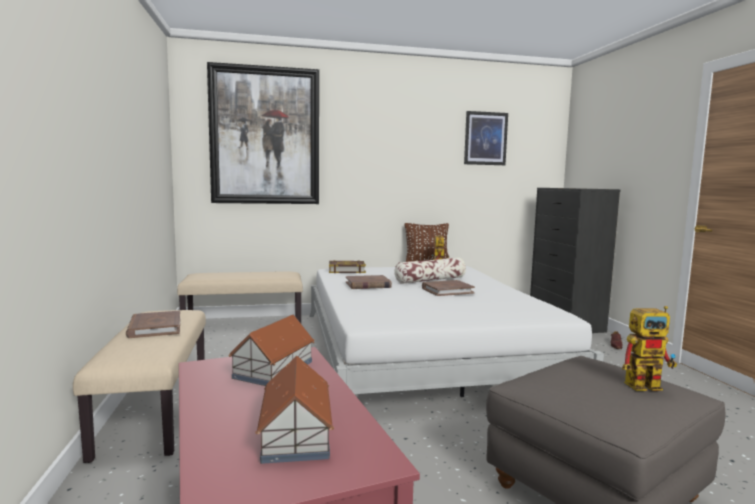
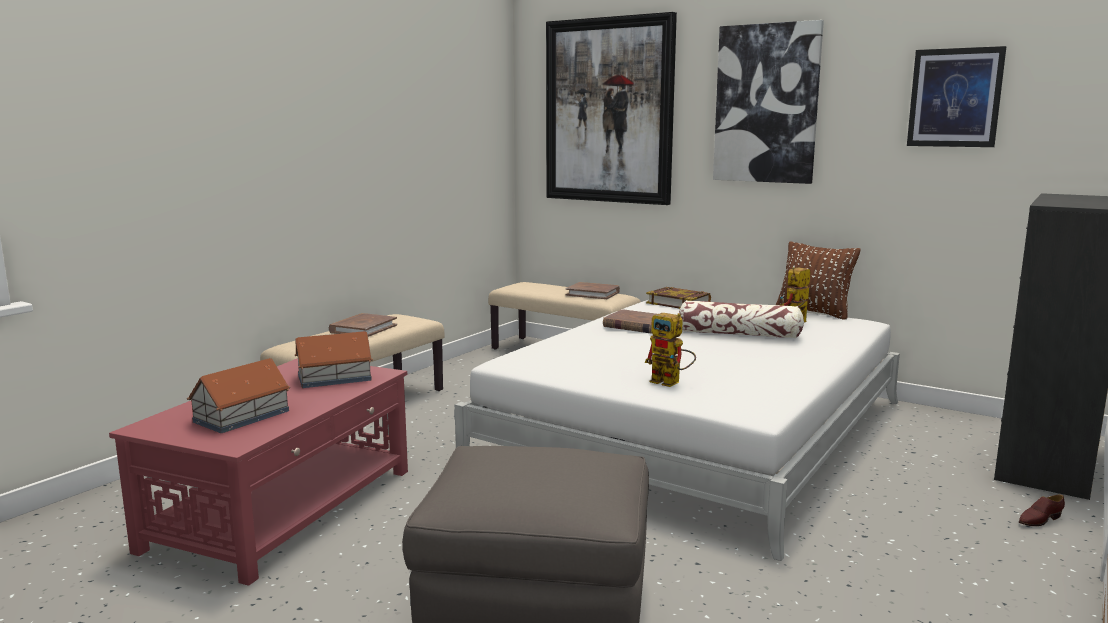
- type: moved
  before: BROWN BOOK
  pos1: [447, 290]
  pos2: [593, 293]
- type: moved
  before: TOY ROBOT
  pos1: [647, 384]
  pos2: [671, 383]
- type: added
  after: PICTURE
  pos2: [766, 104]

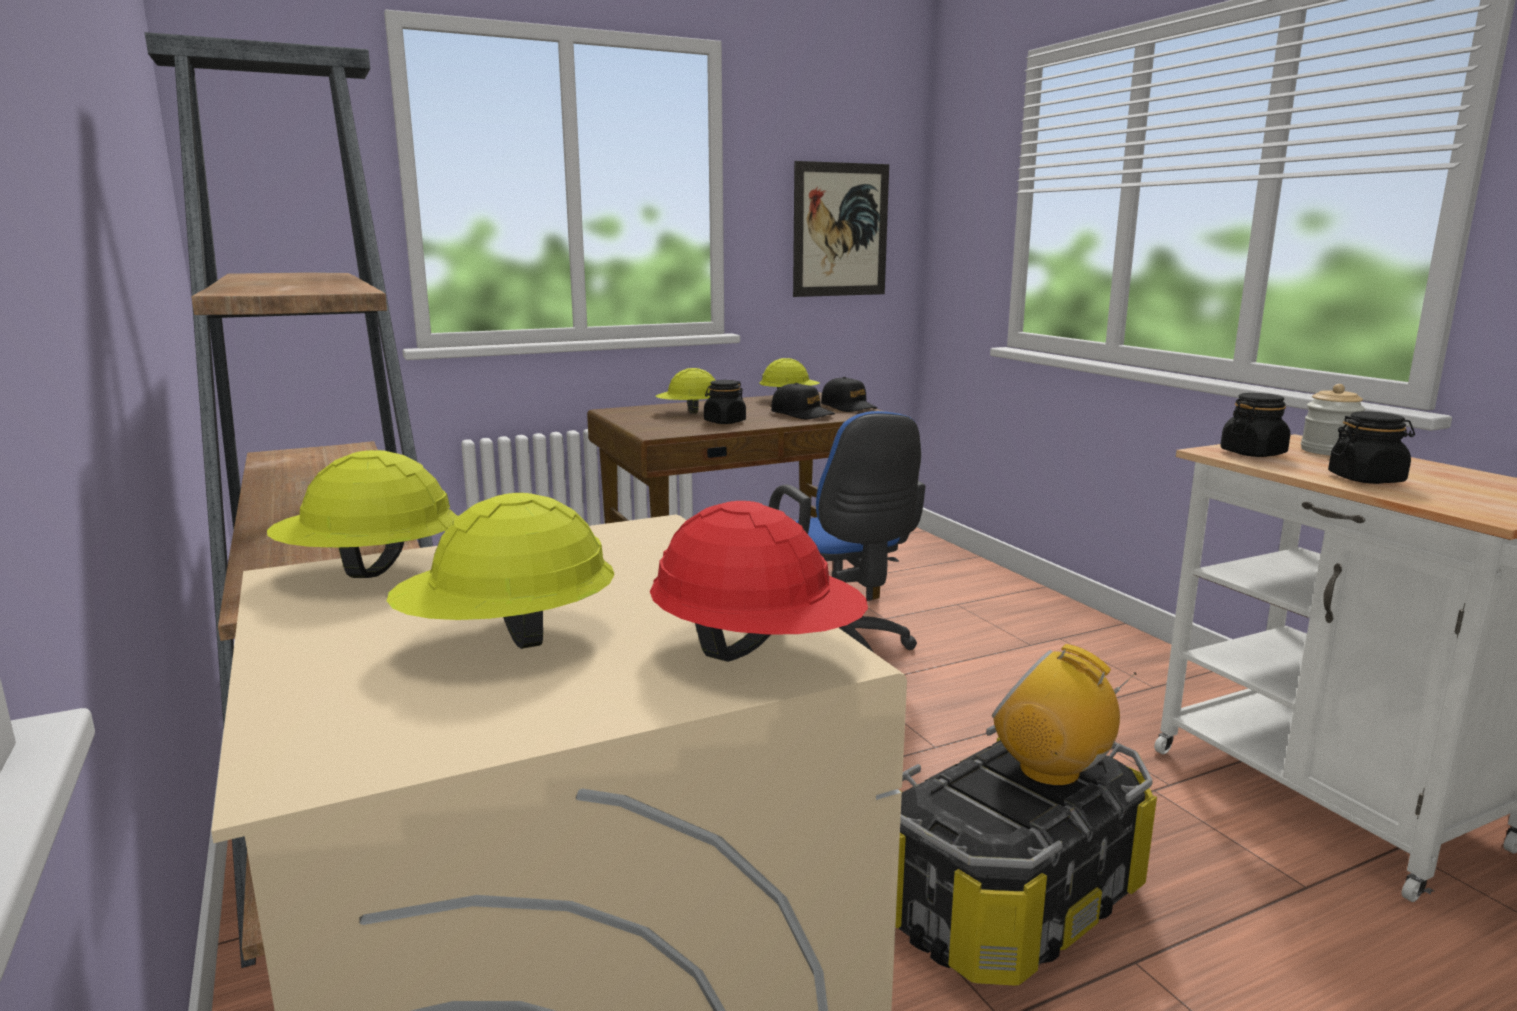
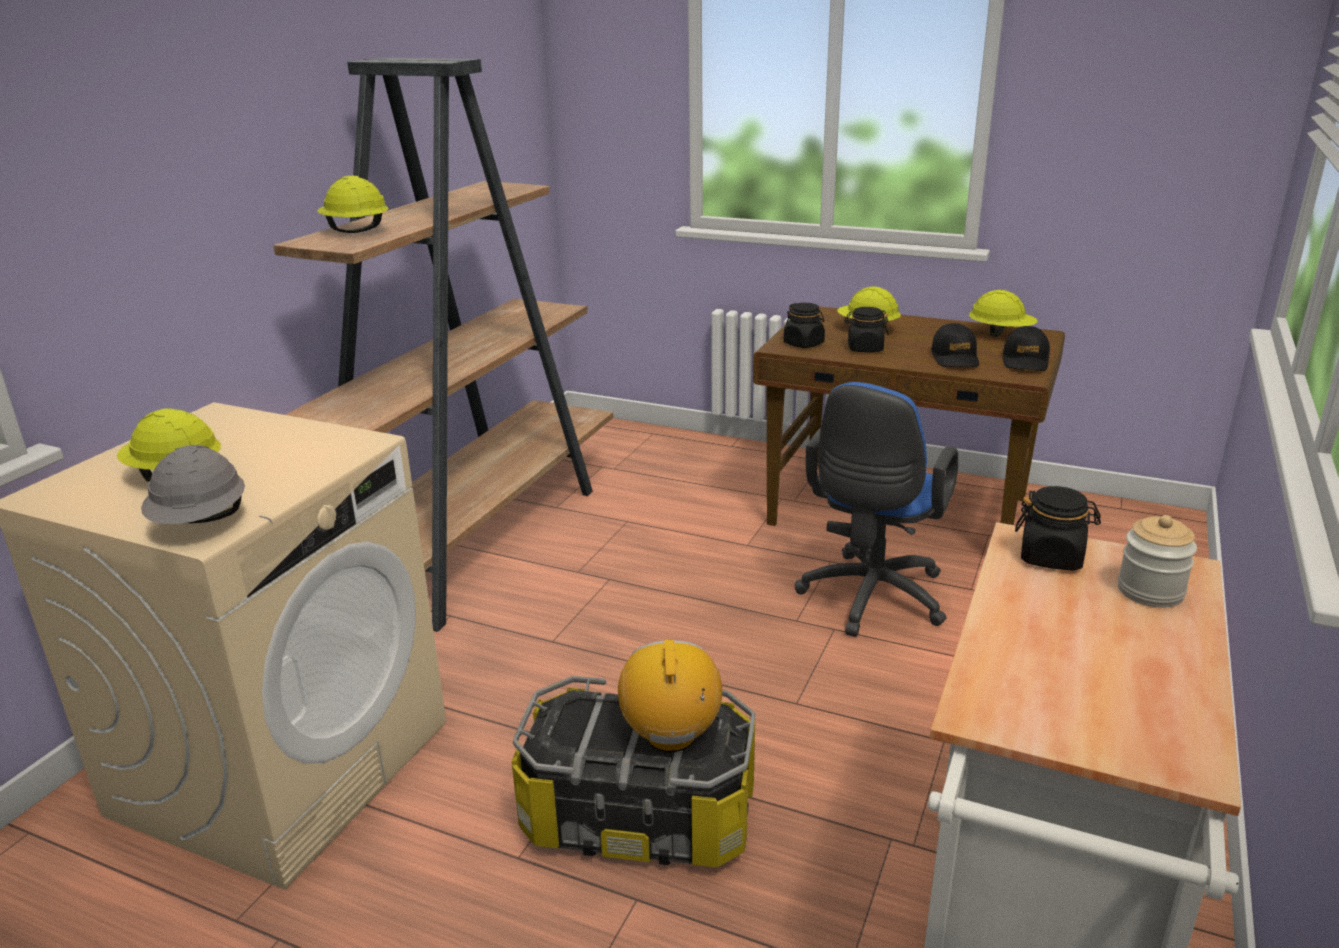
- type: recoloured
  before: RED HARD HAT
  after: GREY HARD HAT
  pos1: [757, 649]
  pos2: [201, 523]
- type: moved
  before: YELLOW HARD HAT
  pos1: [369, 570]
  pos2: [355, 231]
- type: moved
  before: BLACK JAR
  pos1: [1366, 479]
  pos2: [804, 344]
- type: removed
  before: PICTURE
  pos1: [840, 230]

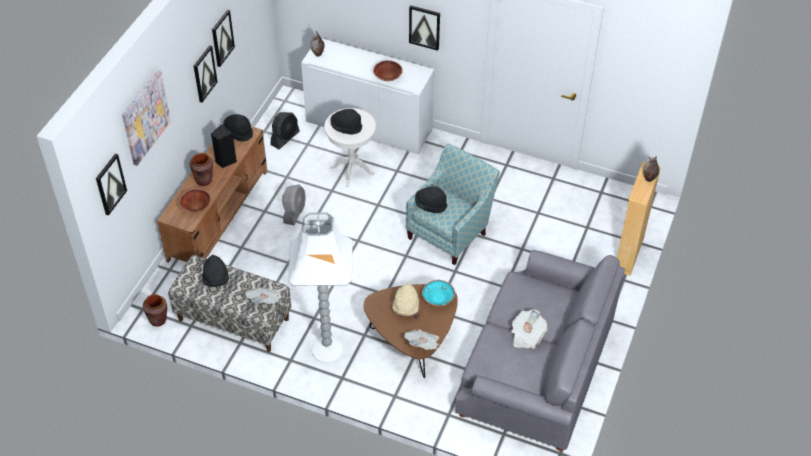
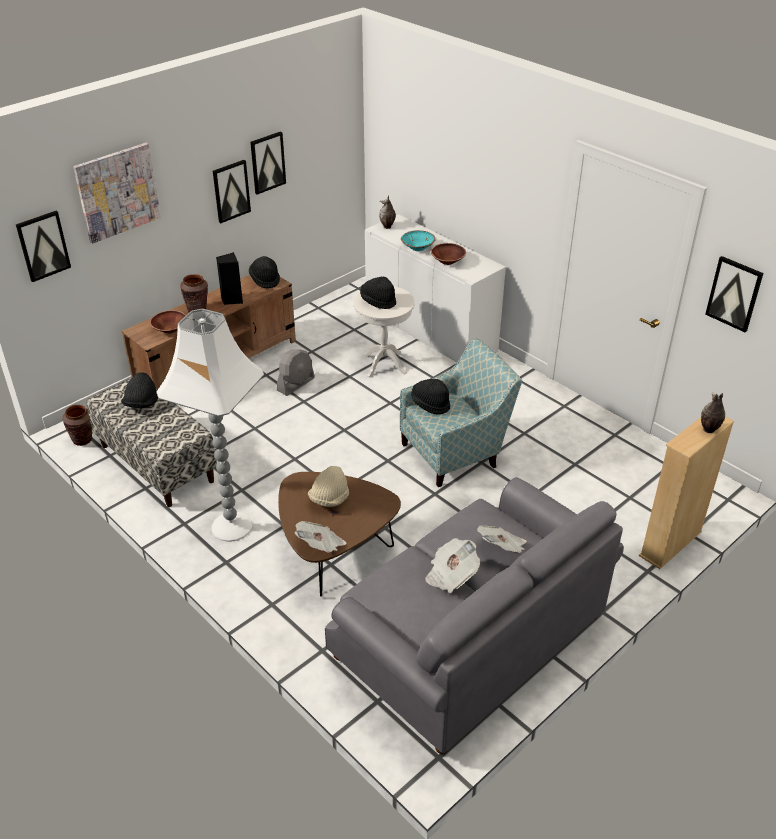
- type: moved
  before: TURQUOISE BOWL
  pos1: [438, 299]
  pos2: [418, 248]
- type: moved
  before: NEWSPAPER
  pos1: [265, 301]
  pos2: [502, 548]
- type: moved
  before: PICTURE
  pos1: [424, 27]
  pos2: [734, 293]
- type: removed
  before: BLACK FAN
  pos1: [285, 138]

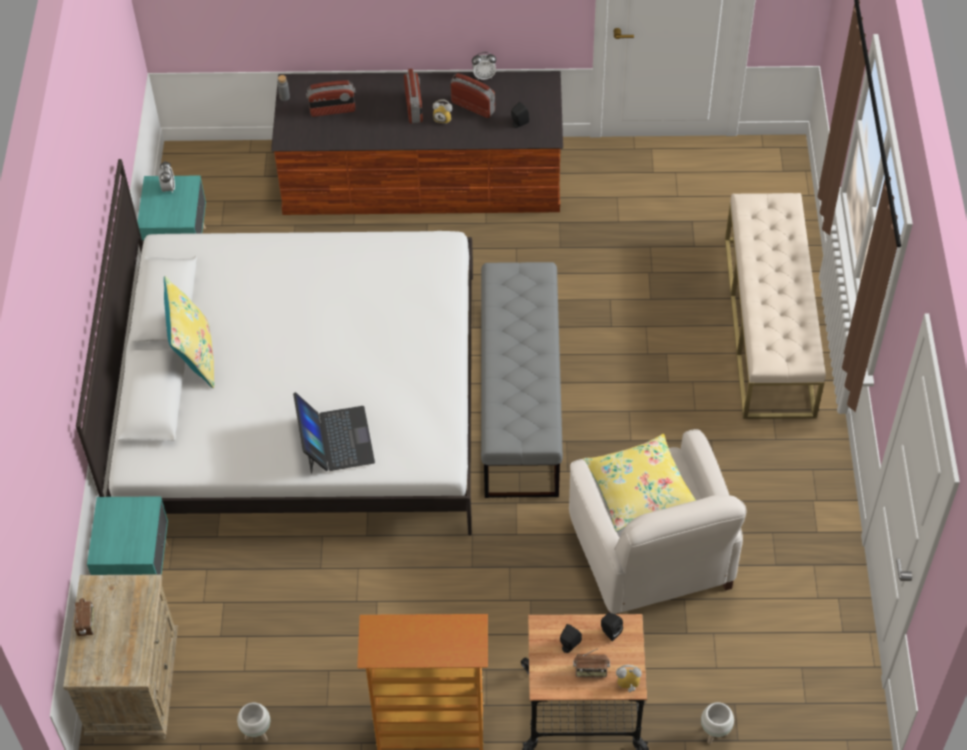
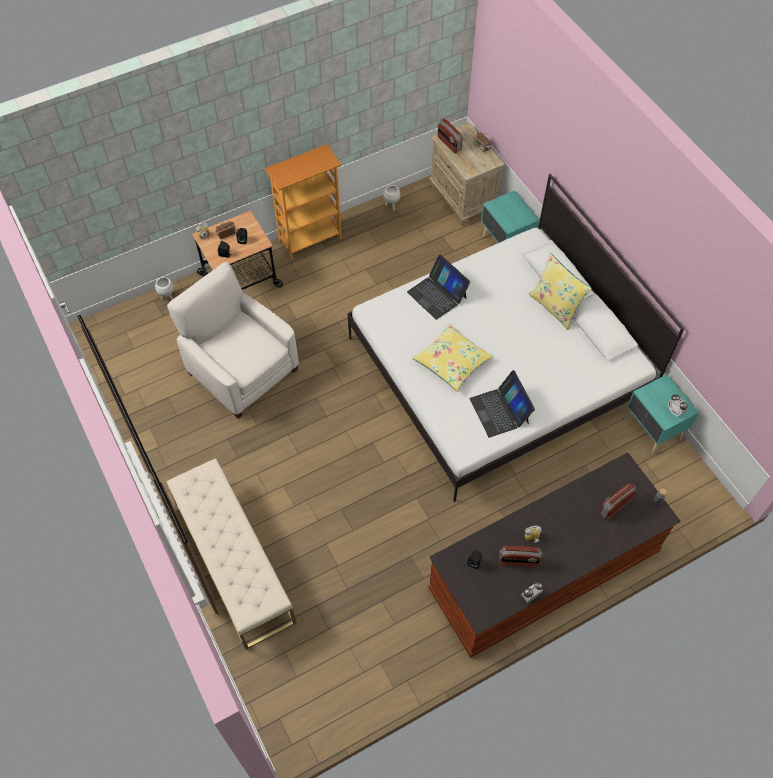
- type: moved
  before: YELLOW PILLOW
  pos1: [639, 489]
  pos2: [452, 362]
- type: moved
  before: RADIO
  pos1: [414, 108]
  pos2: [449, 144]
- type: added
  after: LAPTOP
  pos2: [500, 411]
- type: removed
  before: GREY BENCH
  pos1: [520, 398]

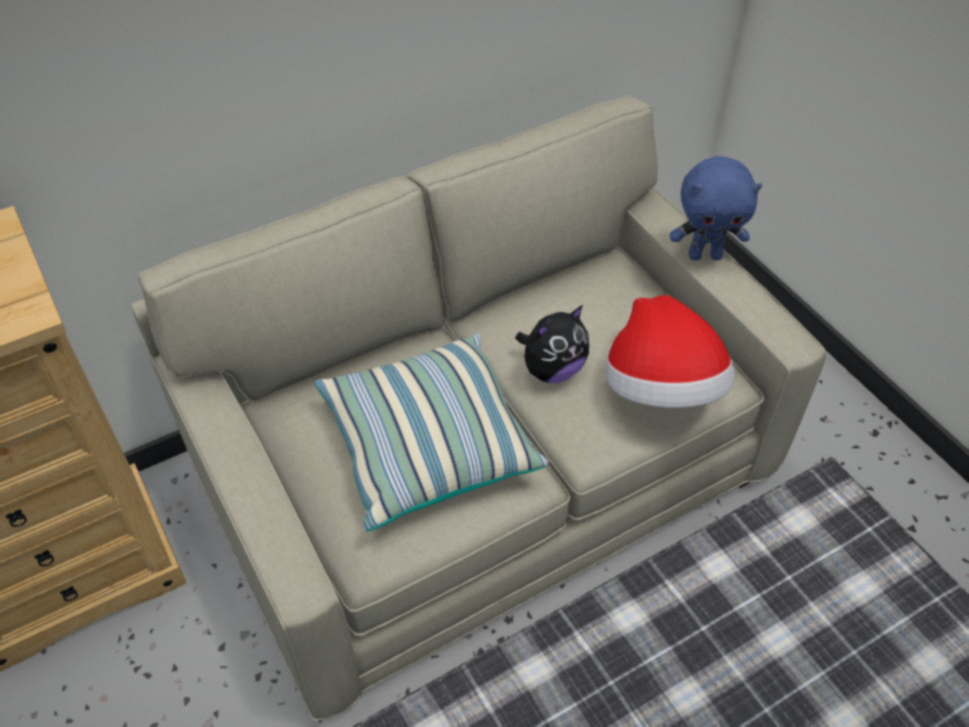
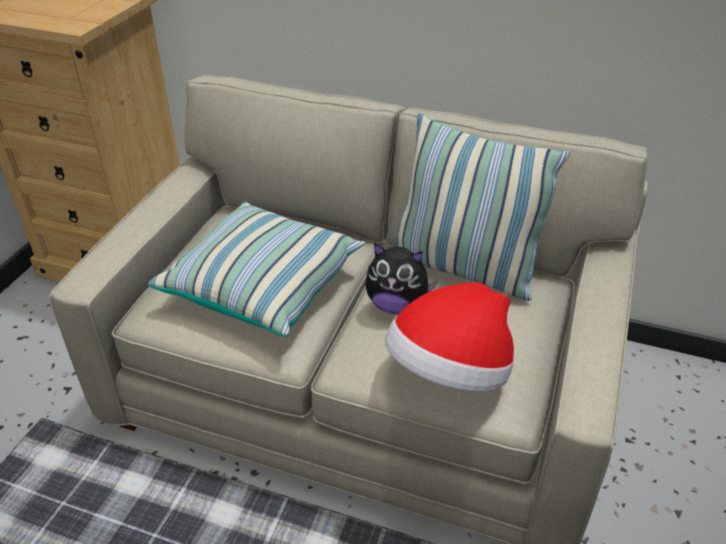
- type: added
  after: PILLOW
  pos2: [463, 269]
- type: removed
  before: BLUE PLUSH TOY
  pos1: [705, 255]

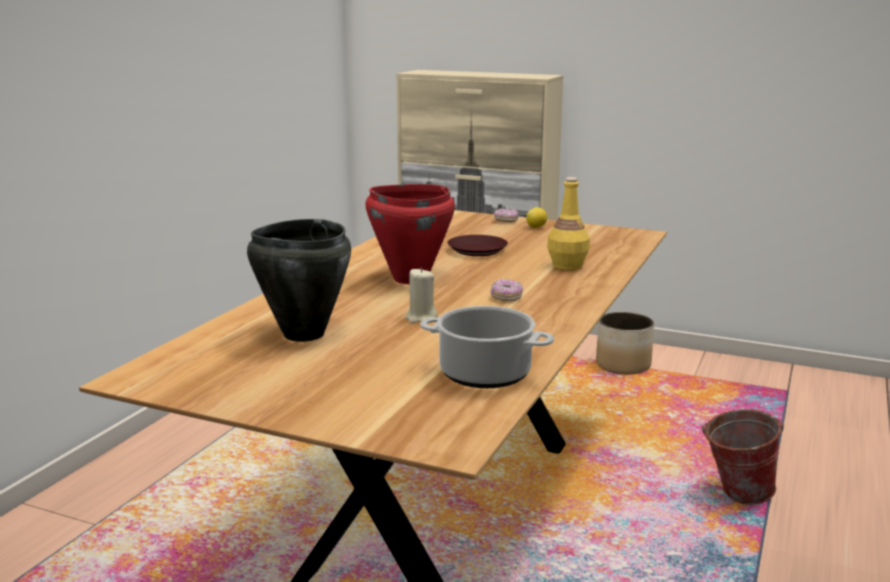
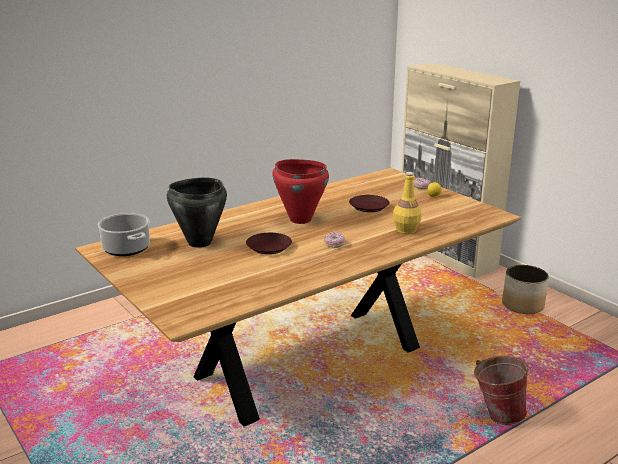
- type: moved
  before: COOKING POT
  pos1: [483, 374]
  pos2: [126, 248]
- type: replaced
  before: BEIGE CANDLE
  after: BROWN PLATE
  pos1: [421, 318]
  pos2: [269, 247]

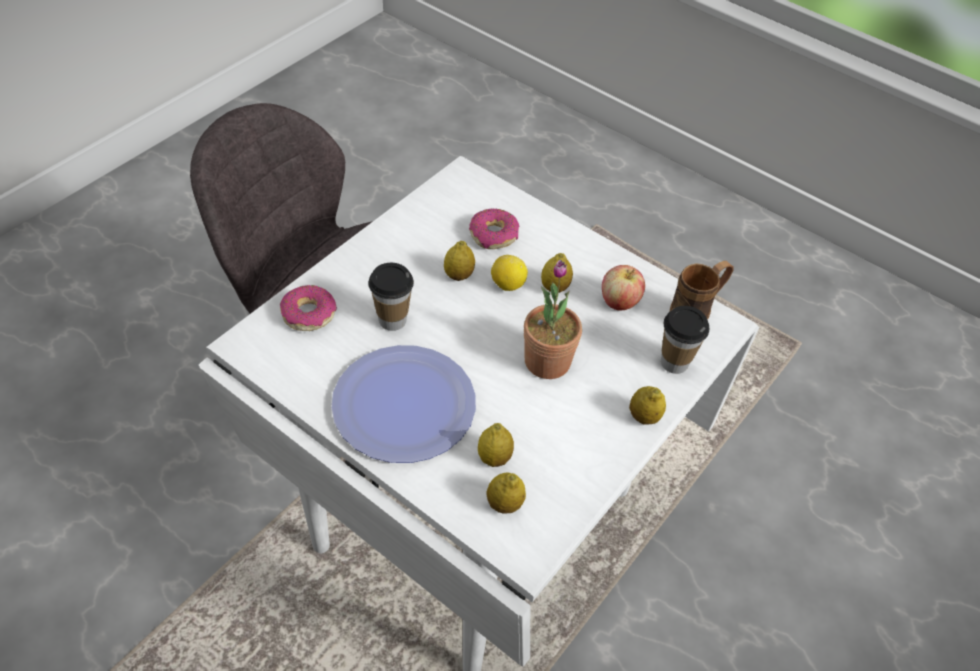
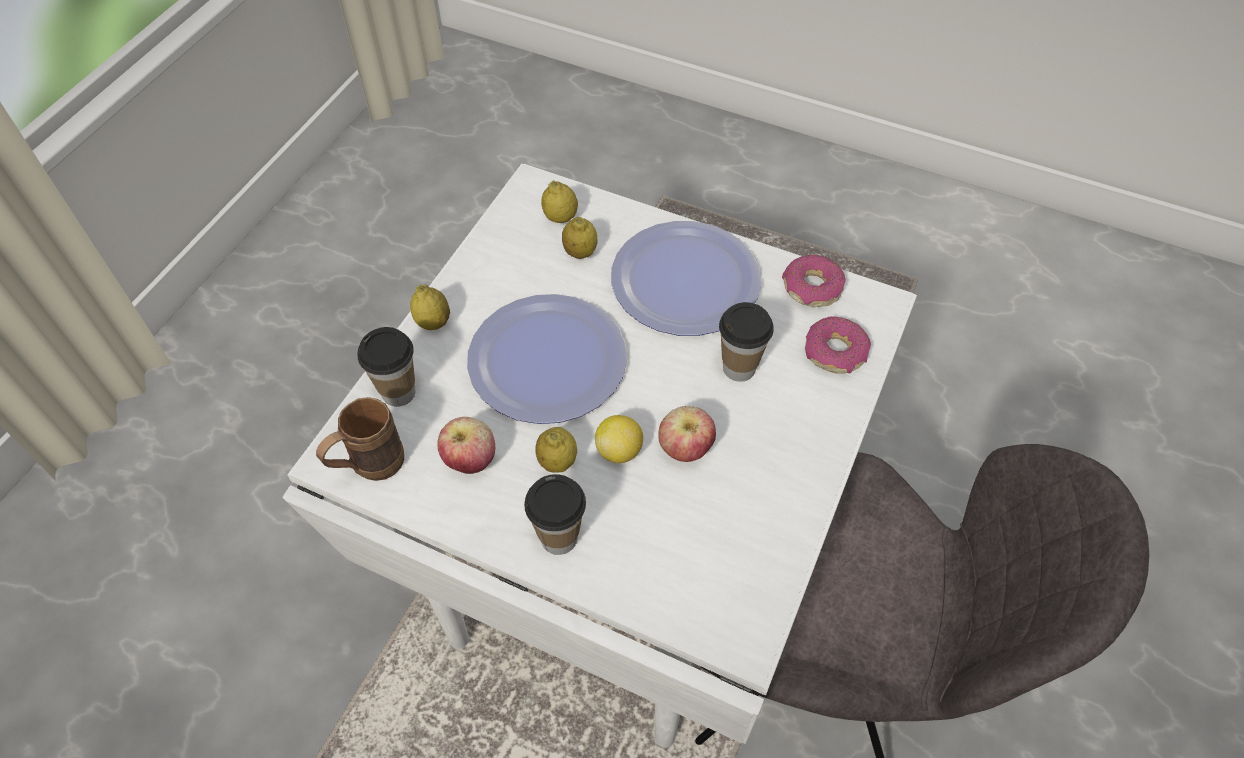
- type: replaced
  before: POTTED PLANT
  after: PLATE
  pos1: [547, 361]
  pos2: [548, 360]
- type: added
  after: CUP
  pos2: [559, 538]
- type: replaced
  before: LEMON
  after: APPLE
  pos1: [458, 275]
  pos2: [685, 449]
- type: moved
  before: DONUT
  pos1: [494, 235]
  pos2: [811, 288]

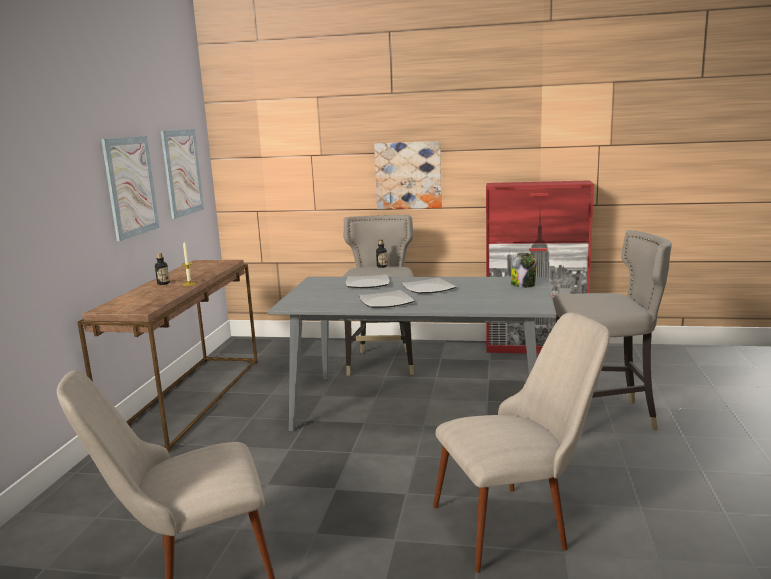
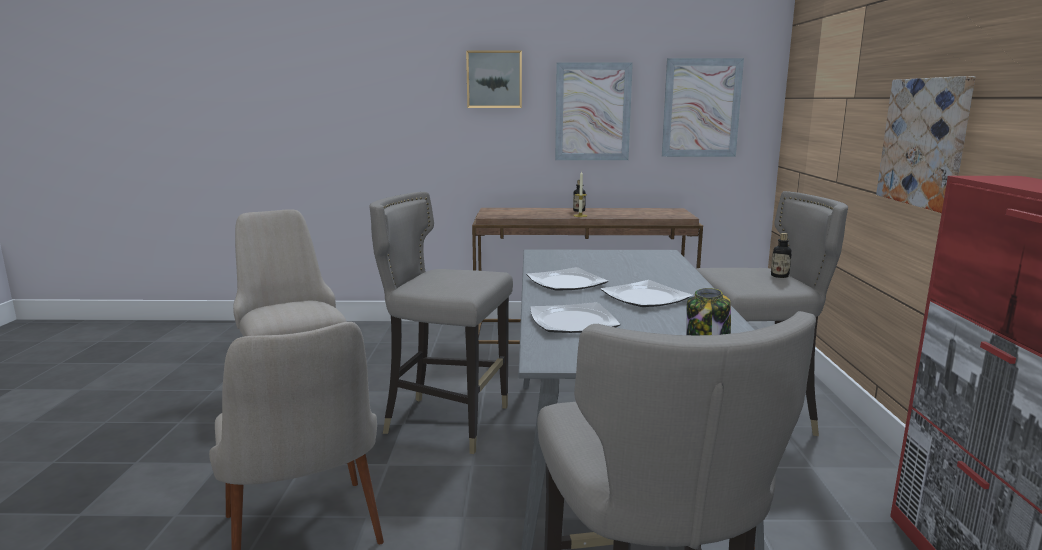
- type: added
  after: GREY STOOL
  pos2: [446, 422]
- type: added
  after: PICTURE
  pos2: [494, 79]
- type: moved
  before: PLATE
  pos1: [368, 283]
  pos2: [574, 322]

